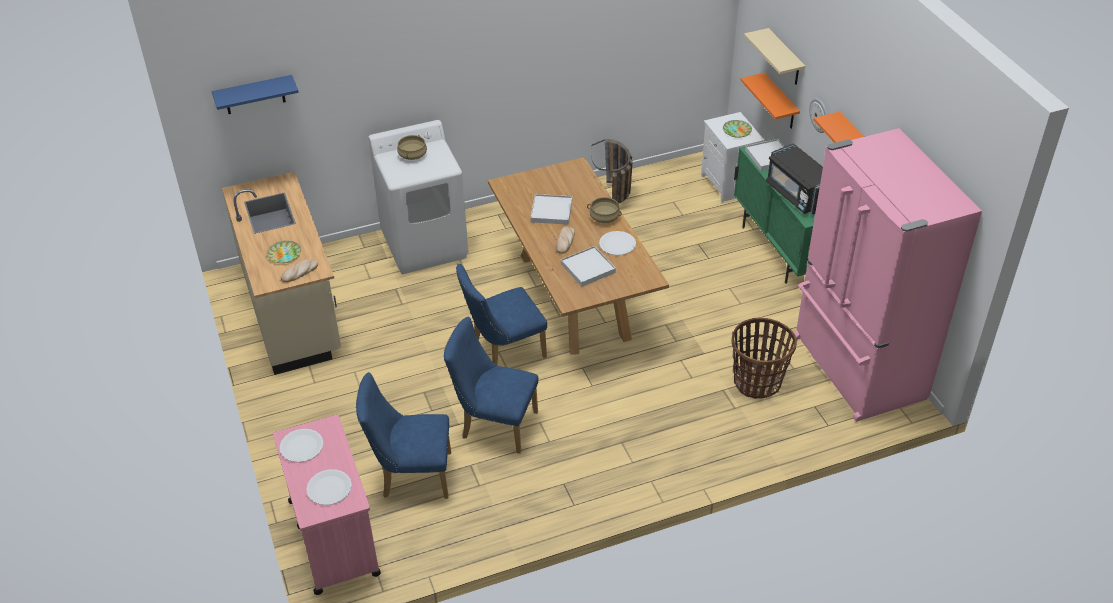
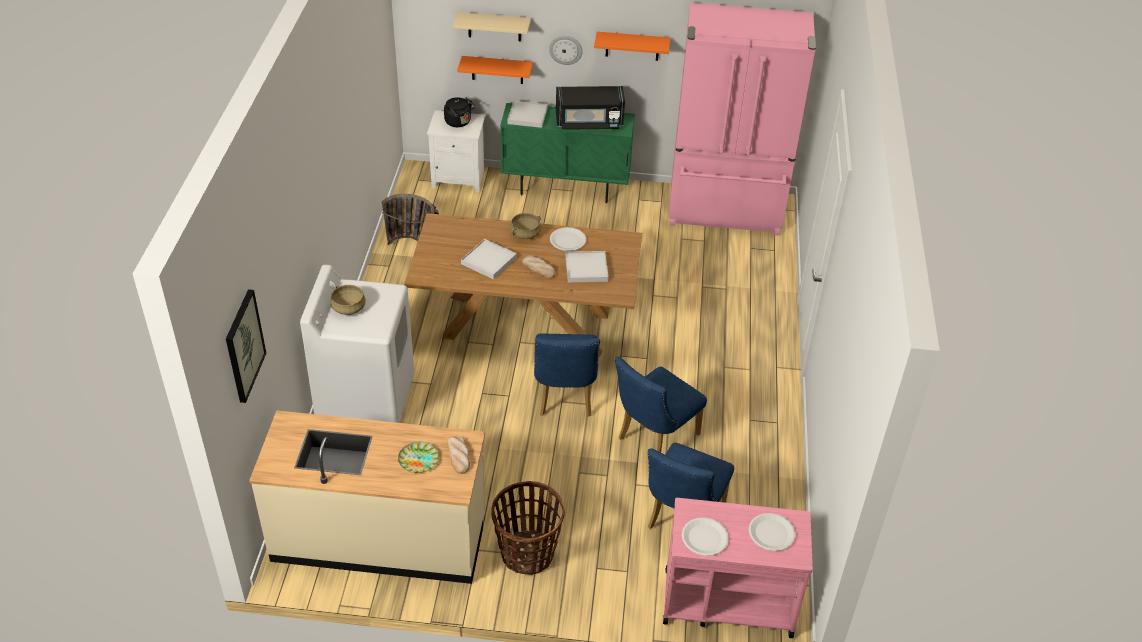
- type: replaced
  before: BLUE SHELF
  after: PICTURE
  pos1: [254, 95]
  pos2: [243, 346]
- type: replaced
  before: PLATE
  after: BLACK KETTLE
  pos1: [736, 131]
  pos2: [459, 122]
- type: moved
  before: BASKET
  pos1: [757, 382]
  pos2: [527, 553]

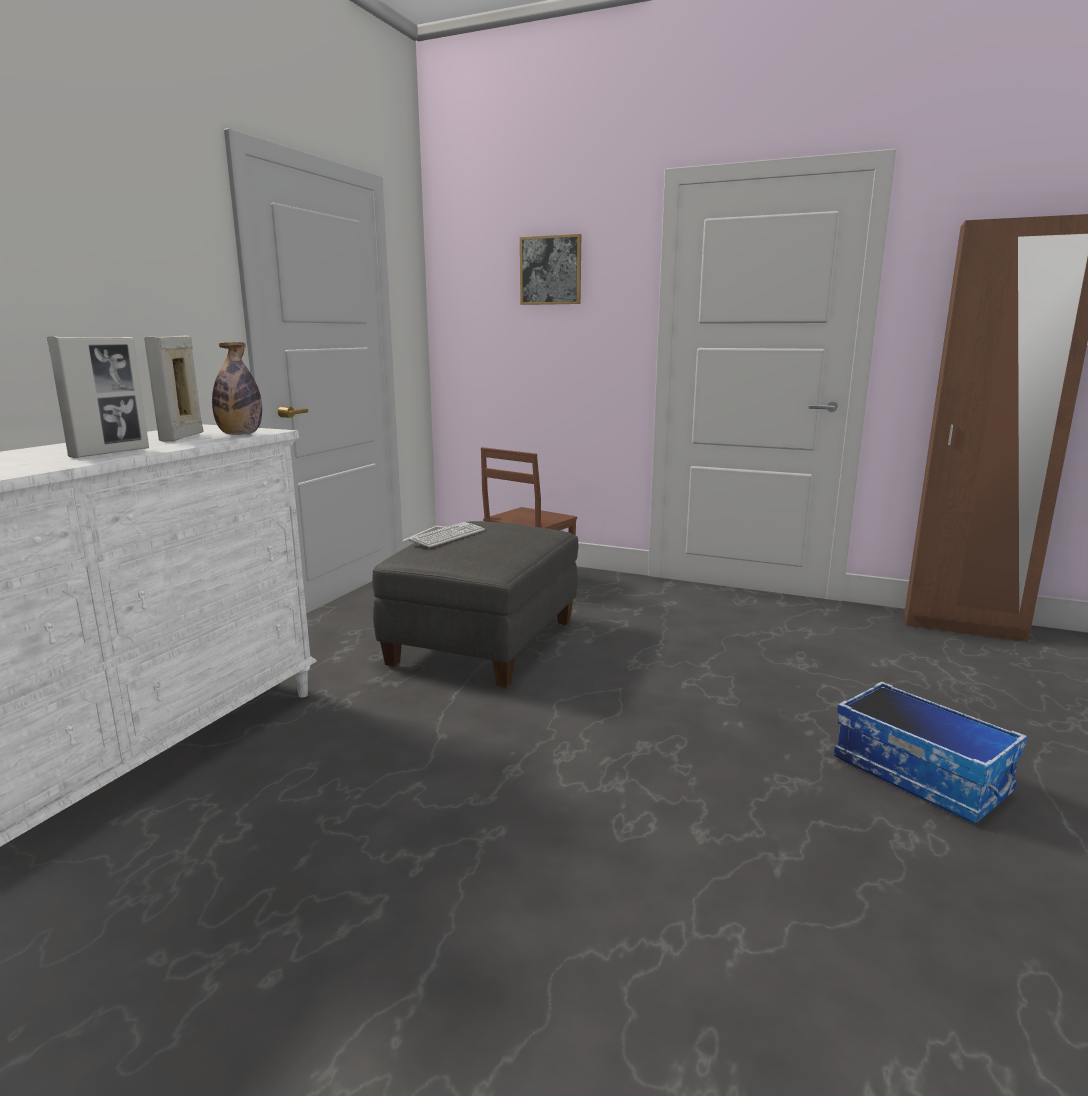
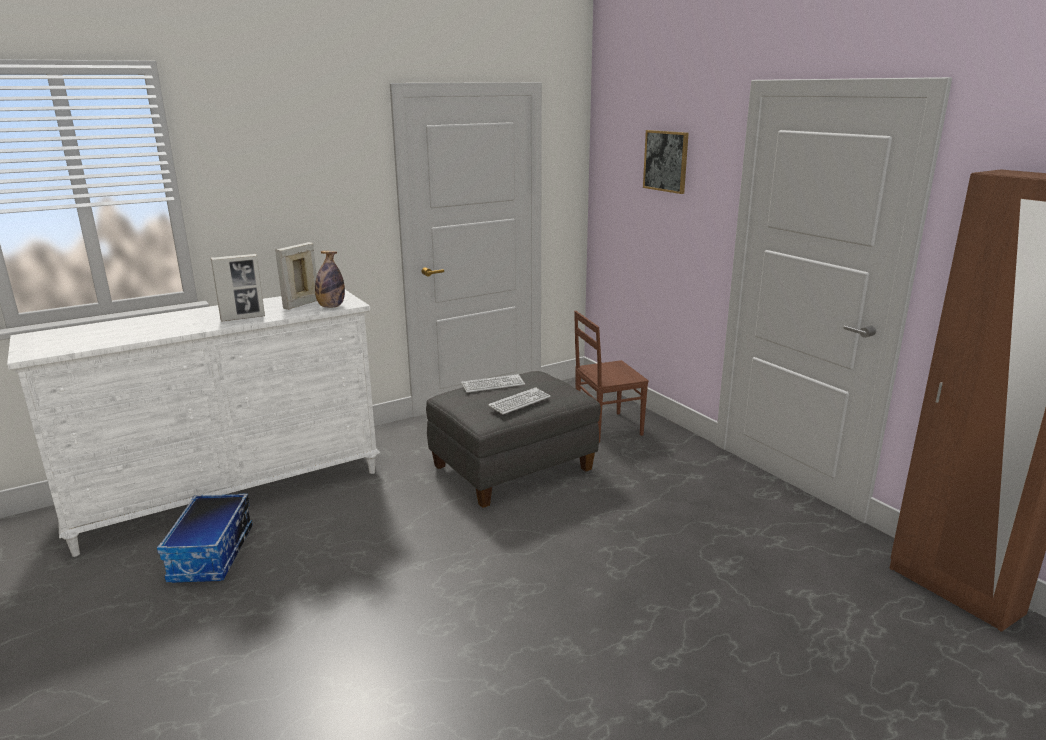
- type: moved
  before: STORAGE BOX
  pos1: [921, 775]
  pos2: [213, 554]
- type: added
  after: KEYBOARD
  pos2: [519, 402]

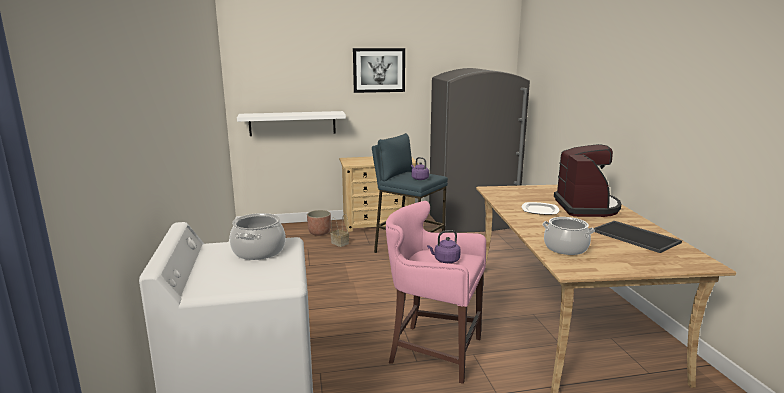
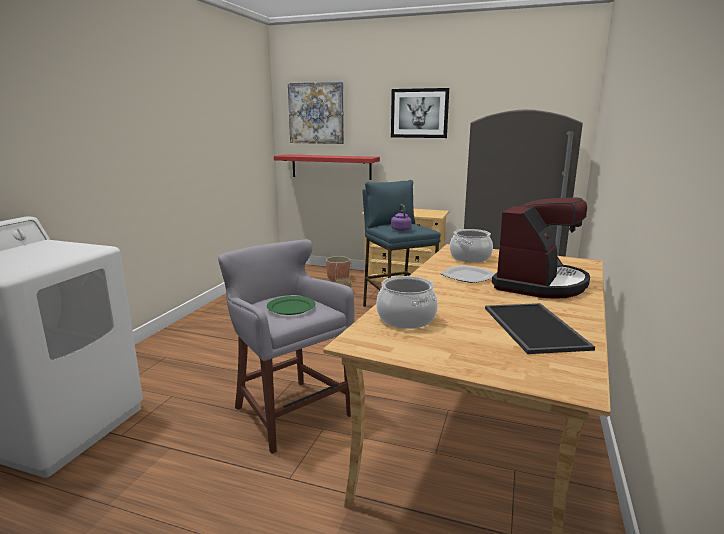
- type: recoloured
  before: PINK STOOL
  after: GREY STOOL
  pos1: [432, 350]
  pos2: [289, 411]
- type: replaced
  before: PURPLE KETTLE
  after: GREEN PLATE
  pos1: [445, 260]
  pos2: [291, 307]
- type: recoloured
  before: WHITE SHELF
  after: RED SHELF
  pos1: [292, 123]
  pos2: [331, 167]
- type: added
  after: PICTURE
  pos2: [316, 113]
- type: moved
  before: COOKING POT
  pos1: [259, 251]
  pos2: [470, 258]

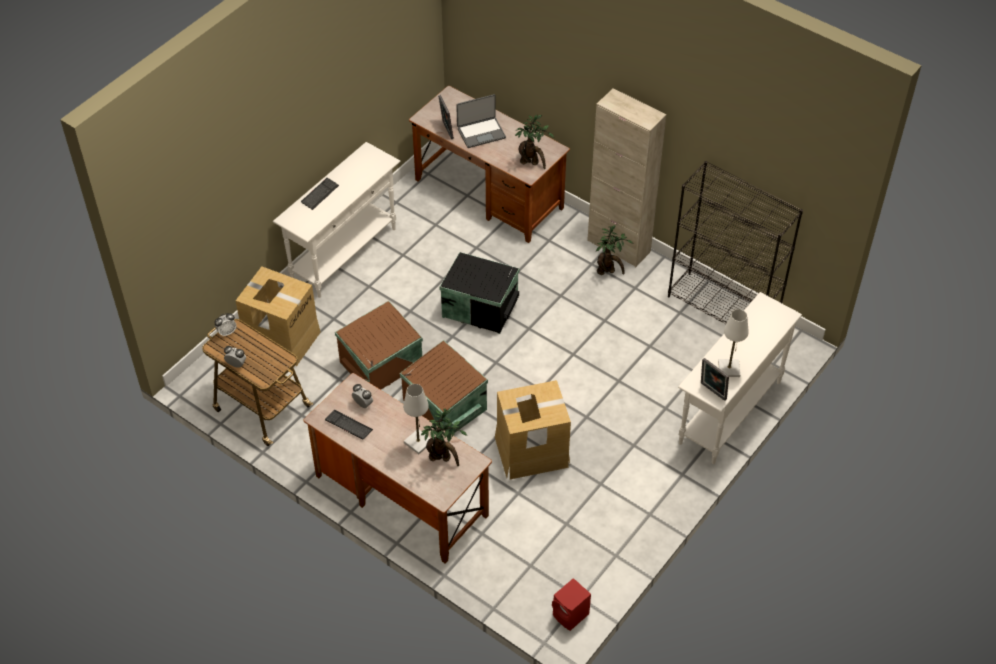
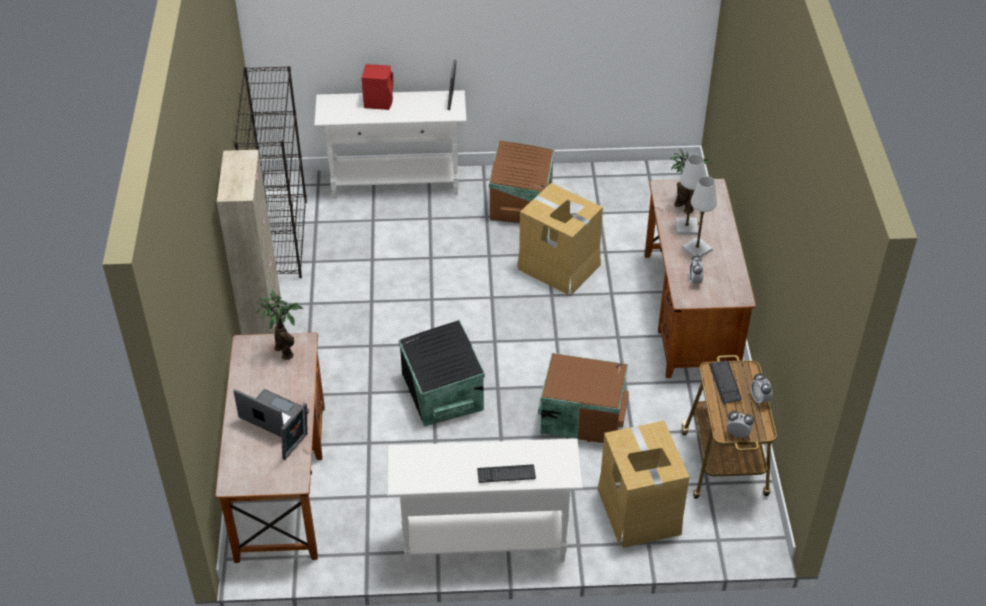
- type: moved
  before: RED SPEAKER
  pos1: [571, 615]
  pos2: [379, 101]
- type: moved
  before: BROWN STORAGE BOX
  pos1: [444, 406]
  pos2: [522, 201]
- type: moved
  before: WHITE TABLE LAMP
  pos1: [729, 369]
  pos2: [696, 249]
- type: moved
  before: KEYBOARD
  pos1: [348, 425]
  pos2: [725, 383]
- type: removed
  before: POTTED PLANT
  pos1: [608, 271]

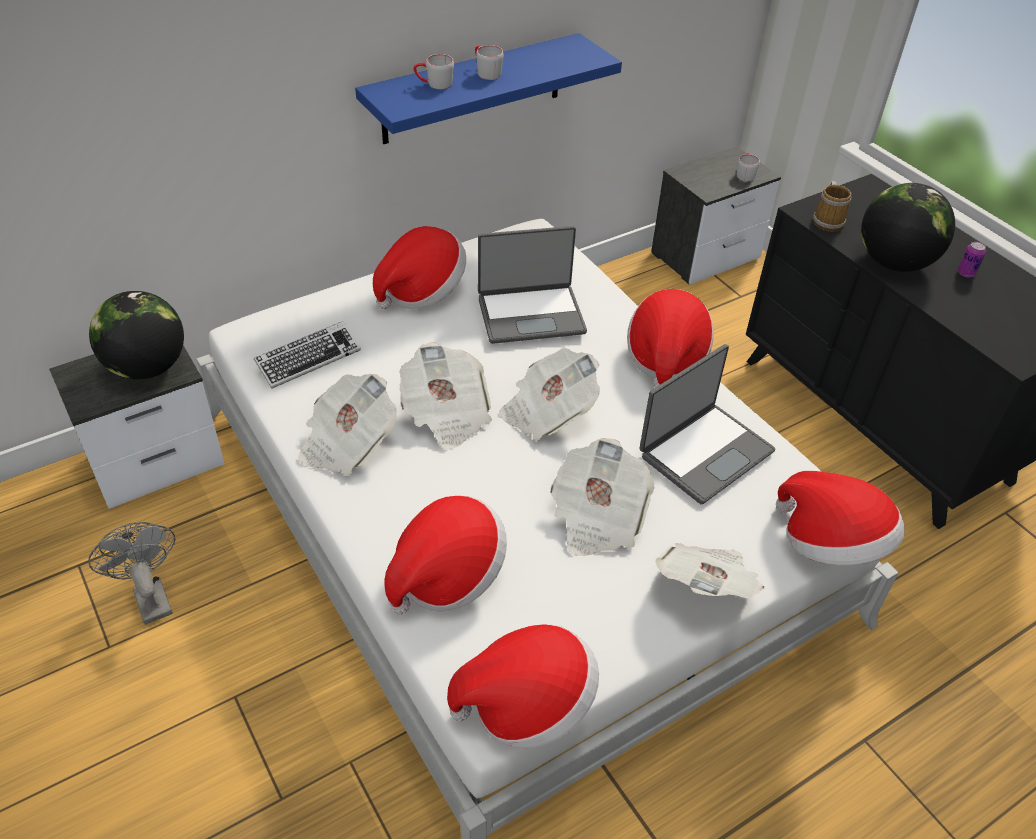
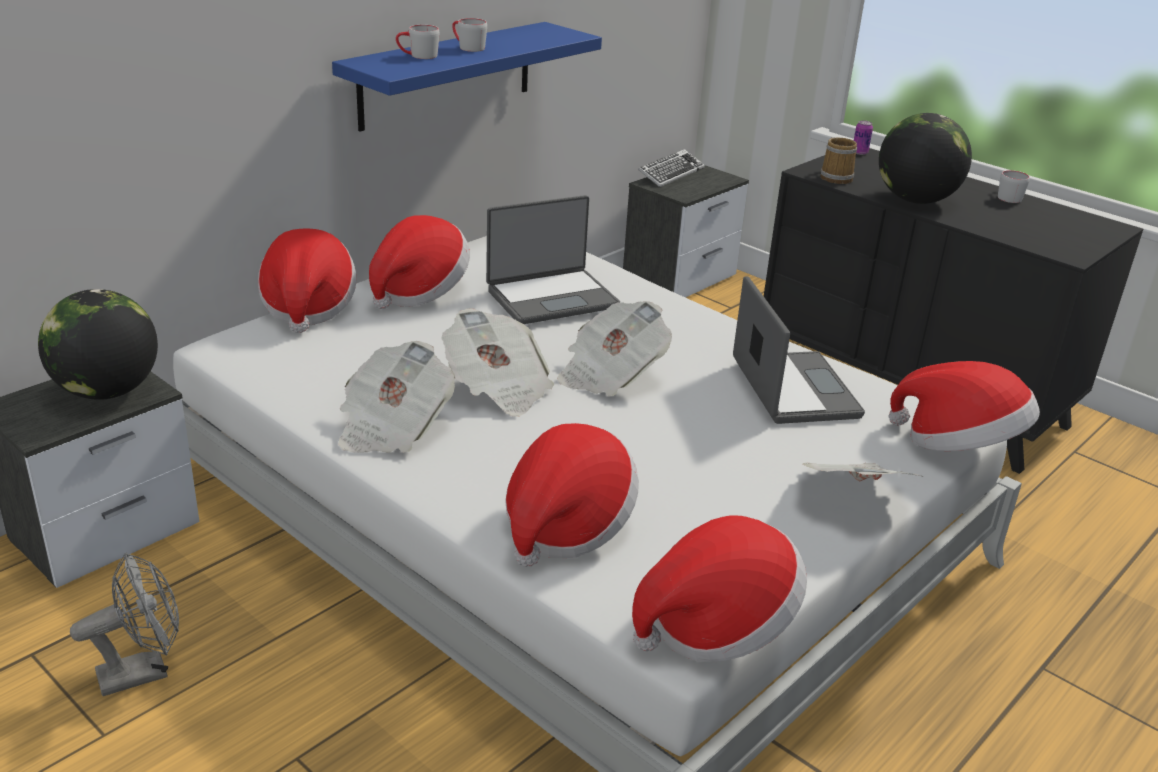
- type: turned
  before: GREY FAN
  pos1: [150, 596]
  pos2: [144, 671]
  turn: 105
- type: moved
  before: HAT
  pos1: [665, 357]
  pos2: [308, 307]
- type: moved
  before: KEYBOARD
  pos1: [308, 359]
  pos2: [670, 173]
- type: turned
  before: LAPTOP
  pos1: [704, 452]
  pos2: [792, 389]
  turn: -45
- type: moved
  before: CAN
  pos1: [966, 273]
  pos2: [859, 152]
- type: moved
  before: GREY MUG
  pos1: [745, 174]
  pos2: [1006, 196]
- type: removed
  before: NEWSPAPER
  pos1: [597, 517]

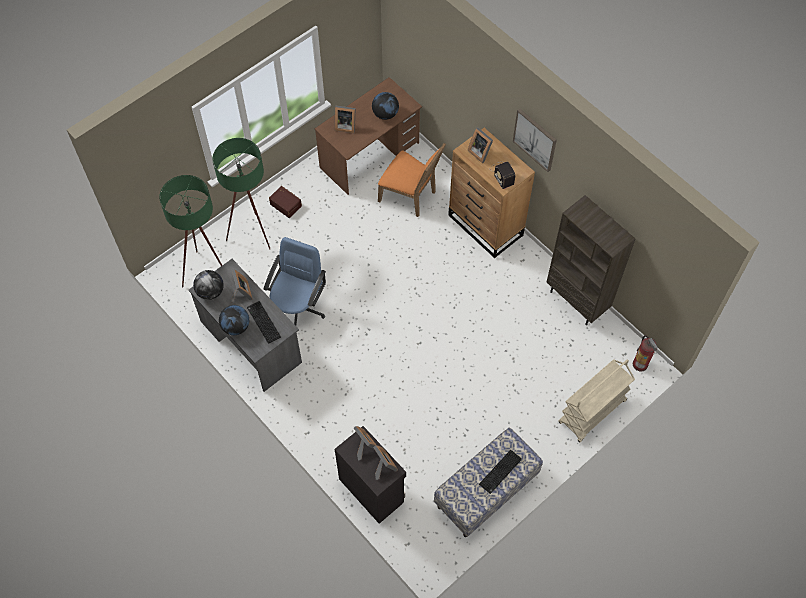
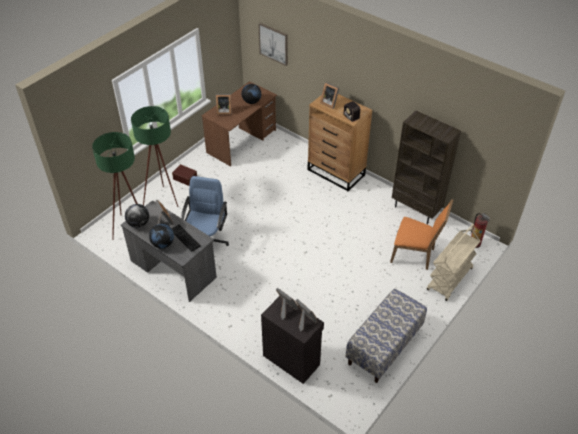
- type: moved
  before: PICTURE
  pos1: [535, 139]
  pos2: [274, 43]
- type: moved
  before: ORANGE CHAIR
  pos1: [410, 196]
  pos2: [415, 255]
- type: removed
  before: KEYBOARD
  pos1: [500, 472]

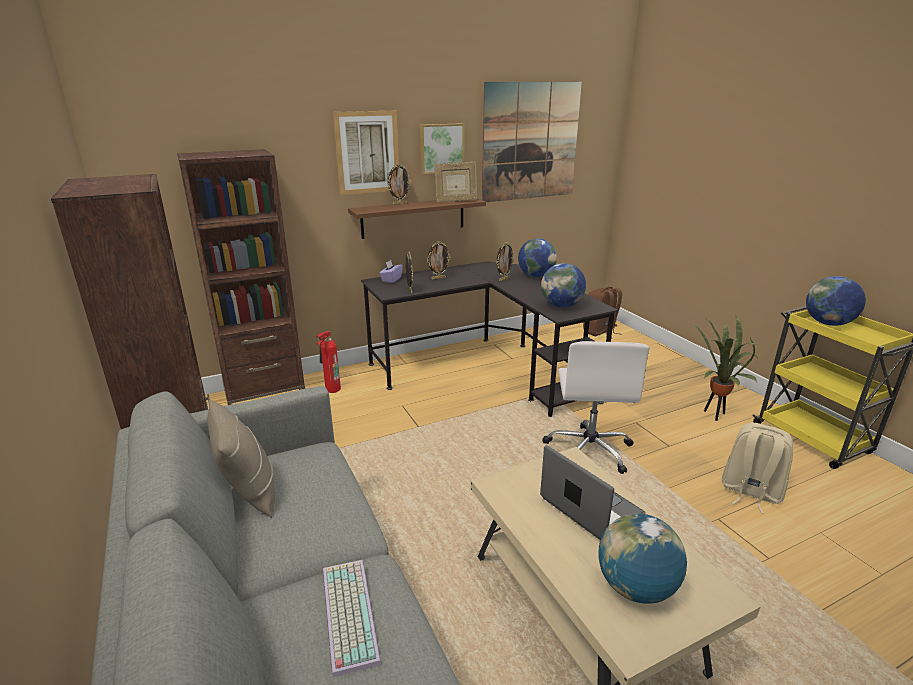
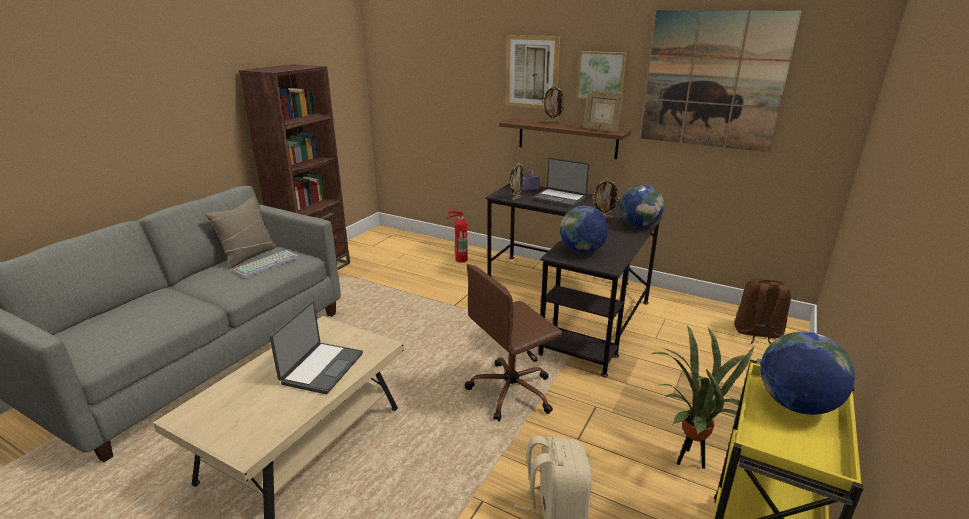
- type: moved
  before: KEYBOARD
  pos1: [346, 613]
  pos2: [267, 264]
- type: recoloured
  before: WHITE OFFICE CHAIR
  after: BROWN OFFICE CHAIR
  pos1: [589, 450]
  pos2: [512, 391]
- type: replaced
  before: PICTURE FRAME
  after: LAPTOP
  pos1: [438, 278]
  pos2: [560, 198]
- type: removed
  before: BROWN BOOKCASE
  pos1: [265, 395]
- type: removed
  before: GLOBE
  pos1: [635, 587]

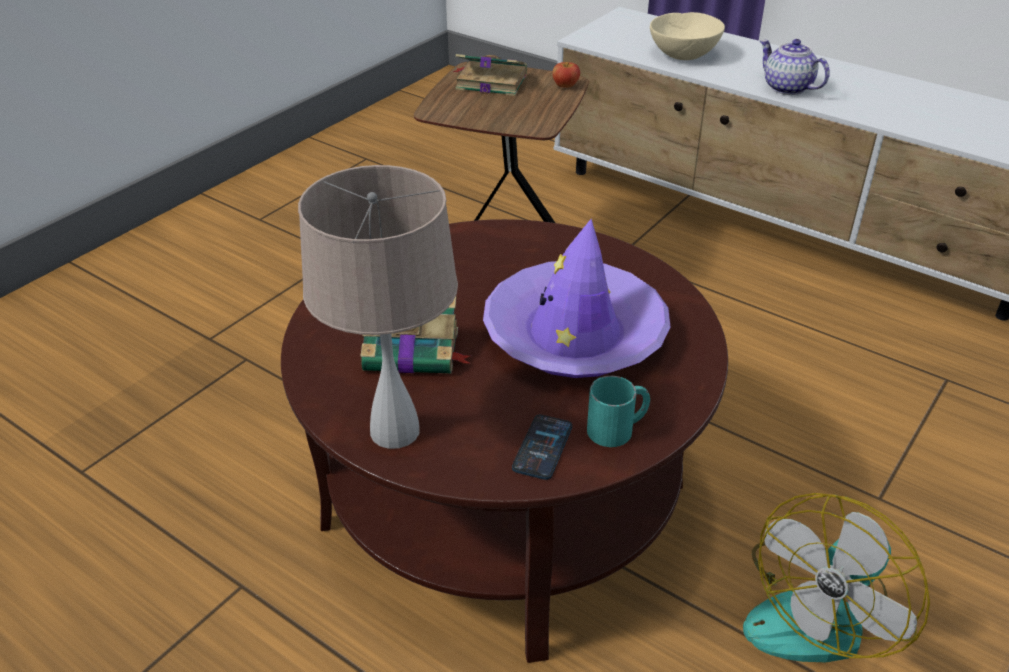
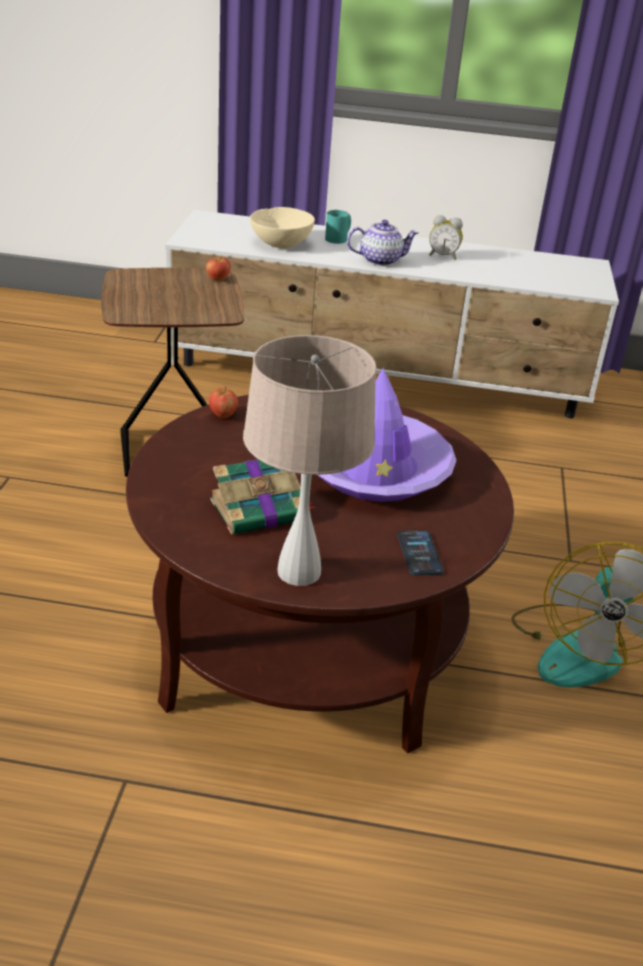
- type: added
  after: APPLE
  pos2: [222, 415]
- type: moved
  before: TURQUOISE MUG
  pos1: [618, 428]
  pos2: [339, 238]
- type: turned
  before: TEAPOT
  pos1: [786, 88]
  pos2: [380, 260]
  turn: 150
- type: added
  after: ALARM CLOCK
  pos2: [443, 256]
- type: removed
  before: BOOK
  pos1: [489, 82]

